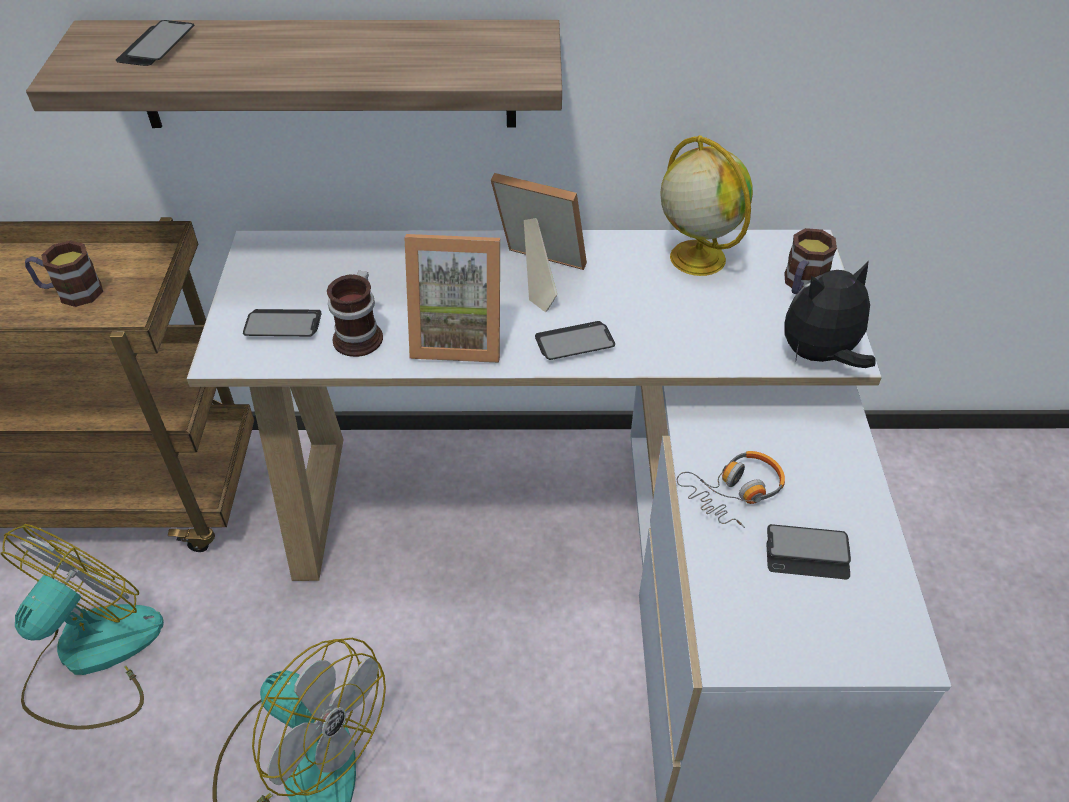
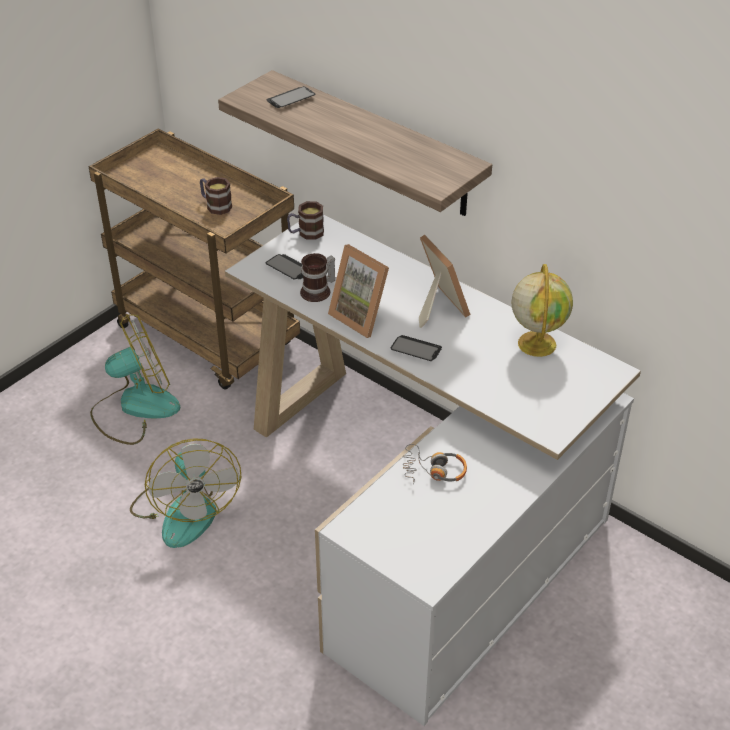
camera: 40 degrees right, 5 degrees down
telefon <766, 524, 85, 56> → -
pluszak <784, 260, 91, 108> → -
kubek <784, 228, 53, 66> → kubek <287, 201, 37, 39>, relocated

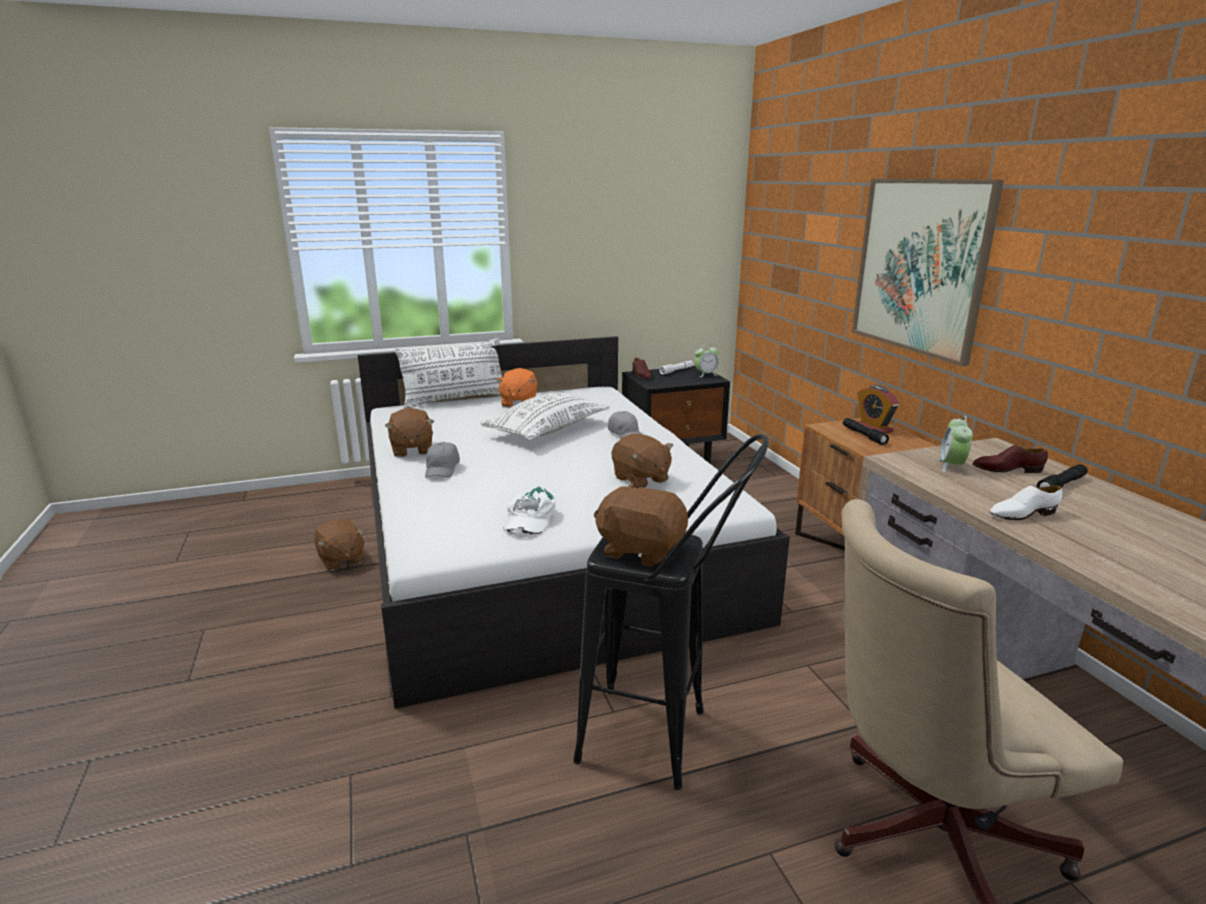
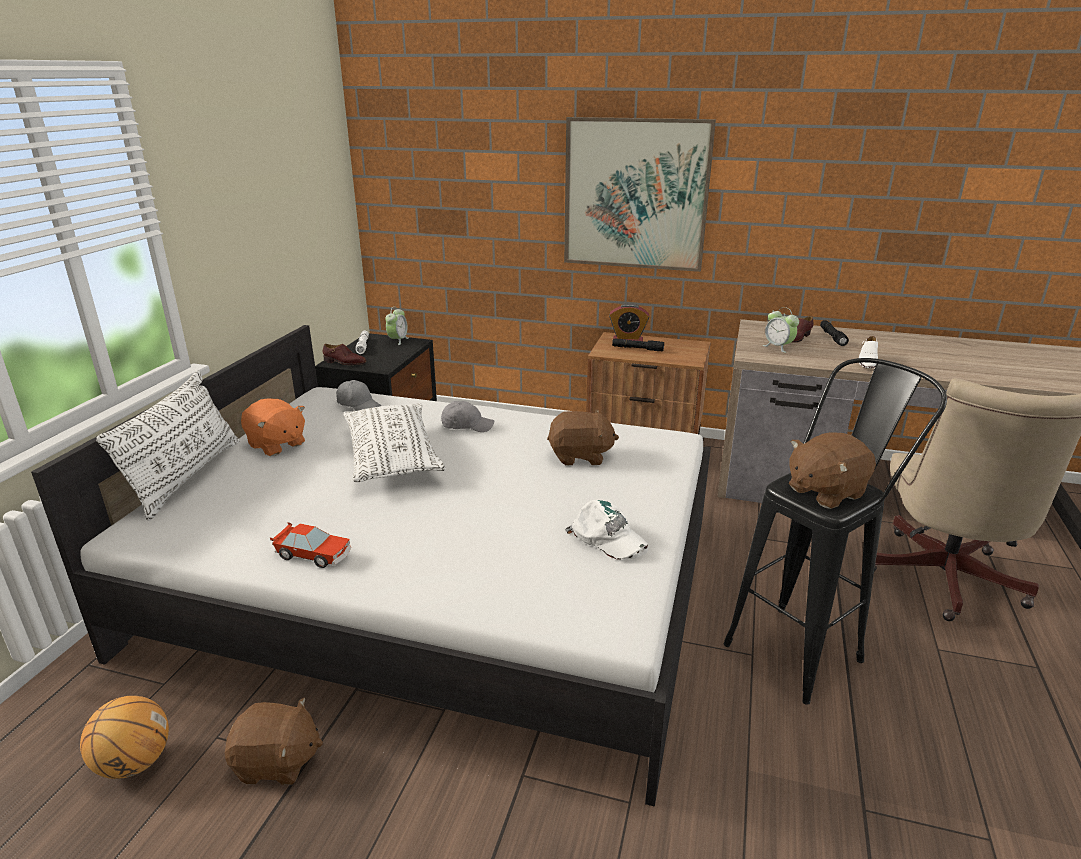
camera: 55 degrees left, 5 degrees up
- → piłka do koszykówki <80, 696, 89, 83>
czapka z daszkiem/szary <425, 442, 35, 36> → czapka z daszkiem/szary <336, 380, 46, 31>, relocated
pluszak/brązowy <385, 408, 50, 49> → samochodzik <270, 522, 81, 46>

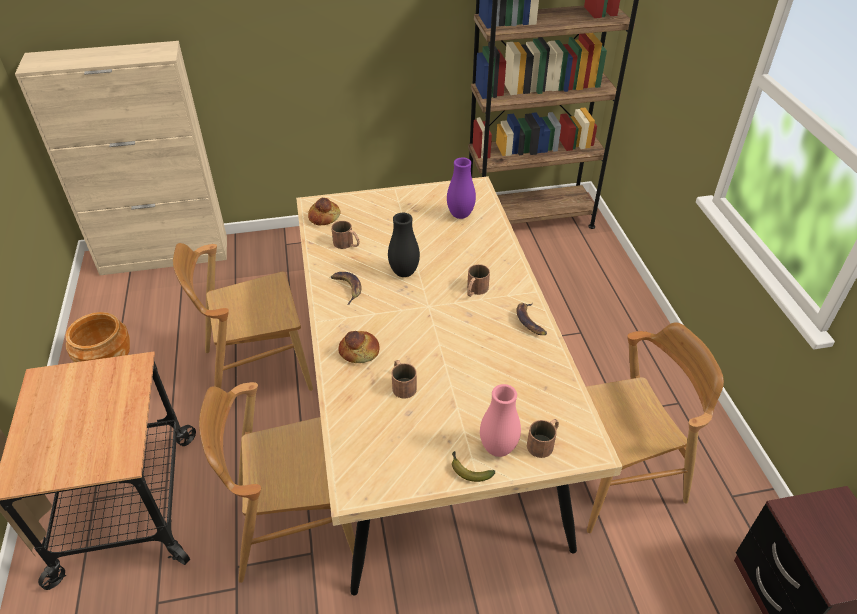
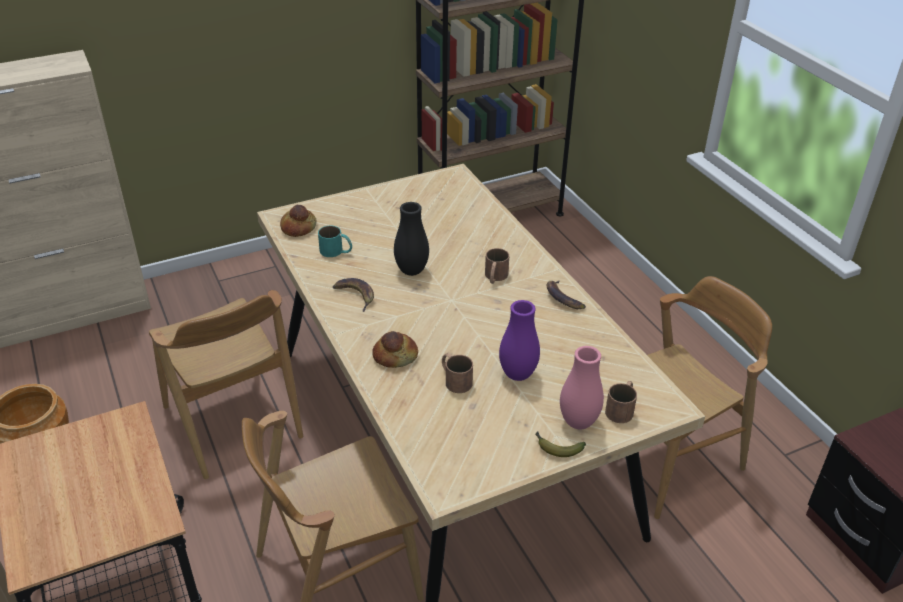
camera: 15 degrees left, 5 degrees down
wazon/fioletowy <447, 157, 29, 62> → wazon/fioletowy <499, 300, 41, 81>, relocated
kubek/brązowy <331, 221, 29, 28> → kubek/turkusowy <318, 226, 34, 31>
krzesło/brązowy <173, 243, 140, 148> → krzesło/brązowy <149, 290, 154, 189>, 90 degrees counterclockwise

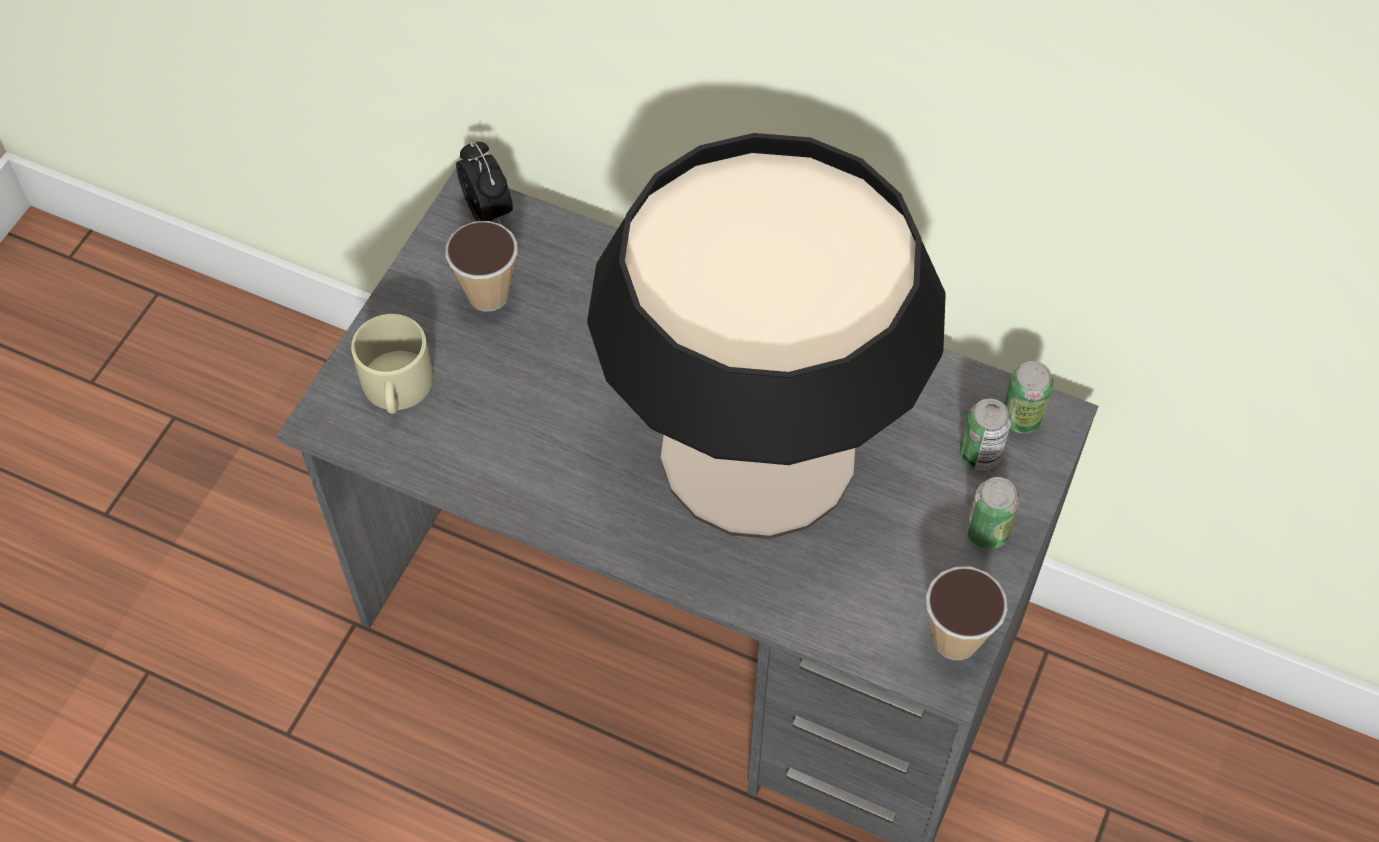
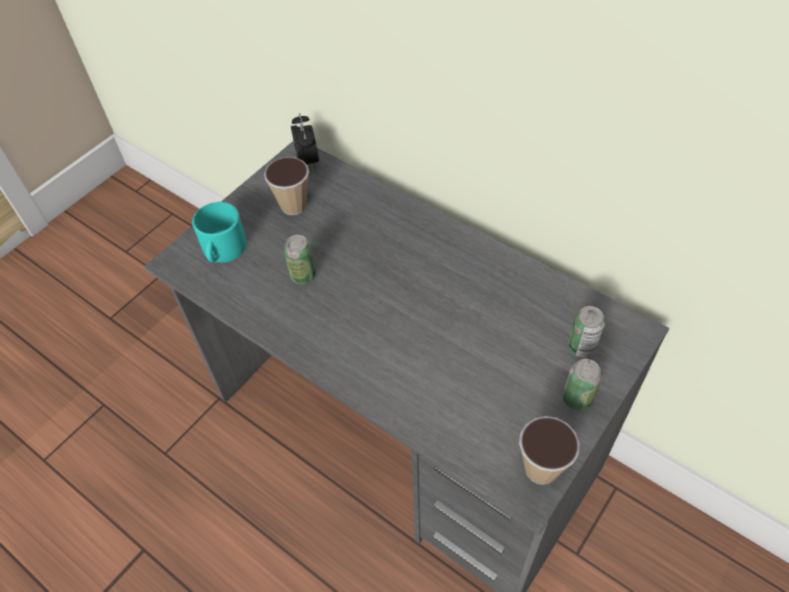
camera: 15 degrees right, 5 degrees down
lampa stołowa <587, 133, 359, 406> → -
puszka <1004, 361, 50, 72> → puszka <284, 235, 32, 49>, relocated
kubek/beżowy <351, 314, 82, 100> → kubek/turkusowy <192, 202, 55, 60>

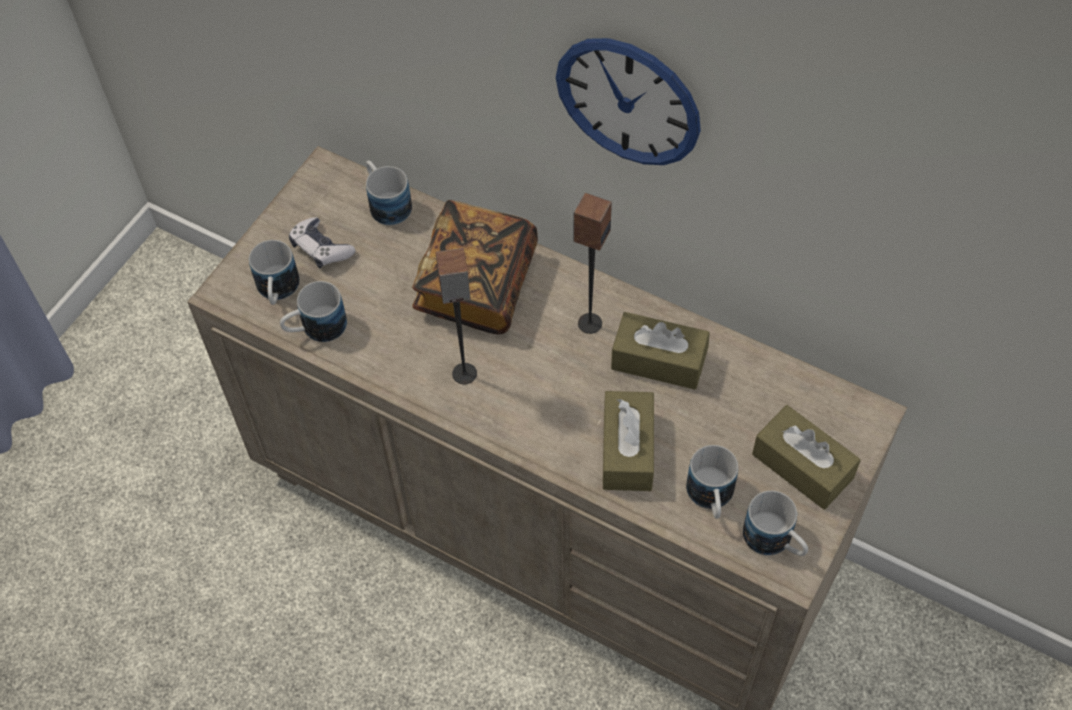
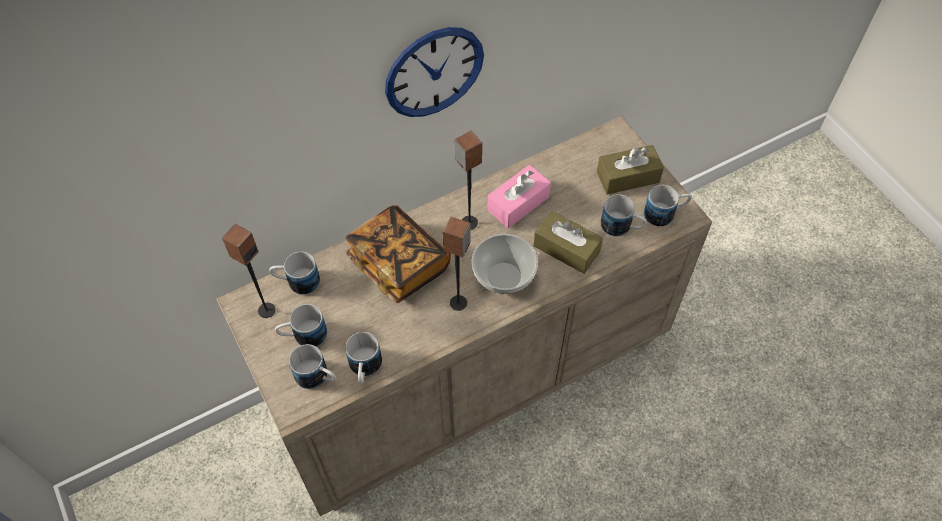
camera: 60 degrees left, 0 degrees up
- → głośnik <222, 224, 54, 94>
- → miska <472, 234, 66, 60>
pad do gier <289, 217, 67, 51> → kubek <275, 304, 52, 43>
pudełko chusteczek/brązowy <611, 312, 99, 78> → pudełko chusteczek/różowy <487, 165, 64, 64>

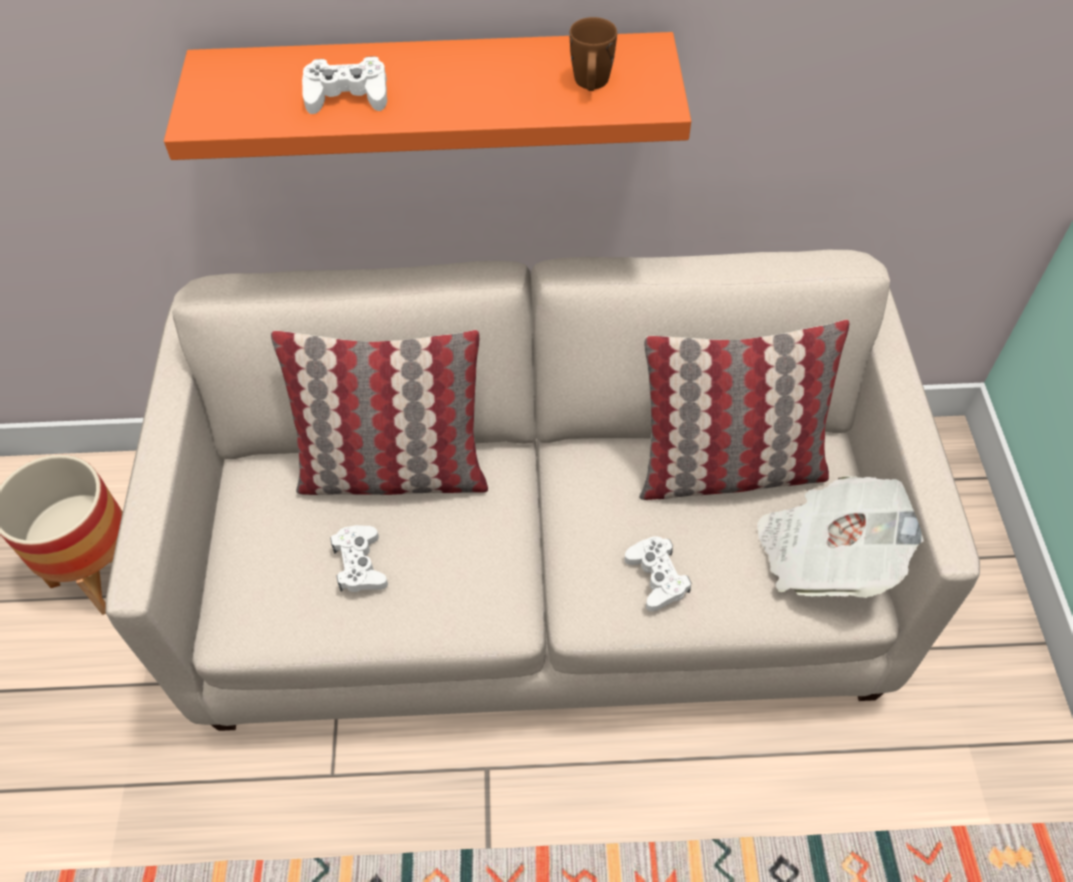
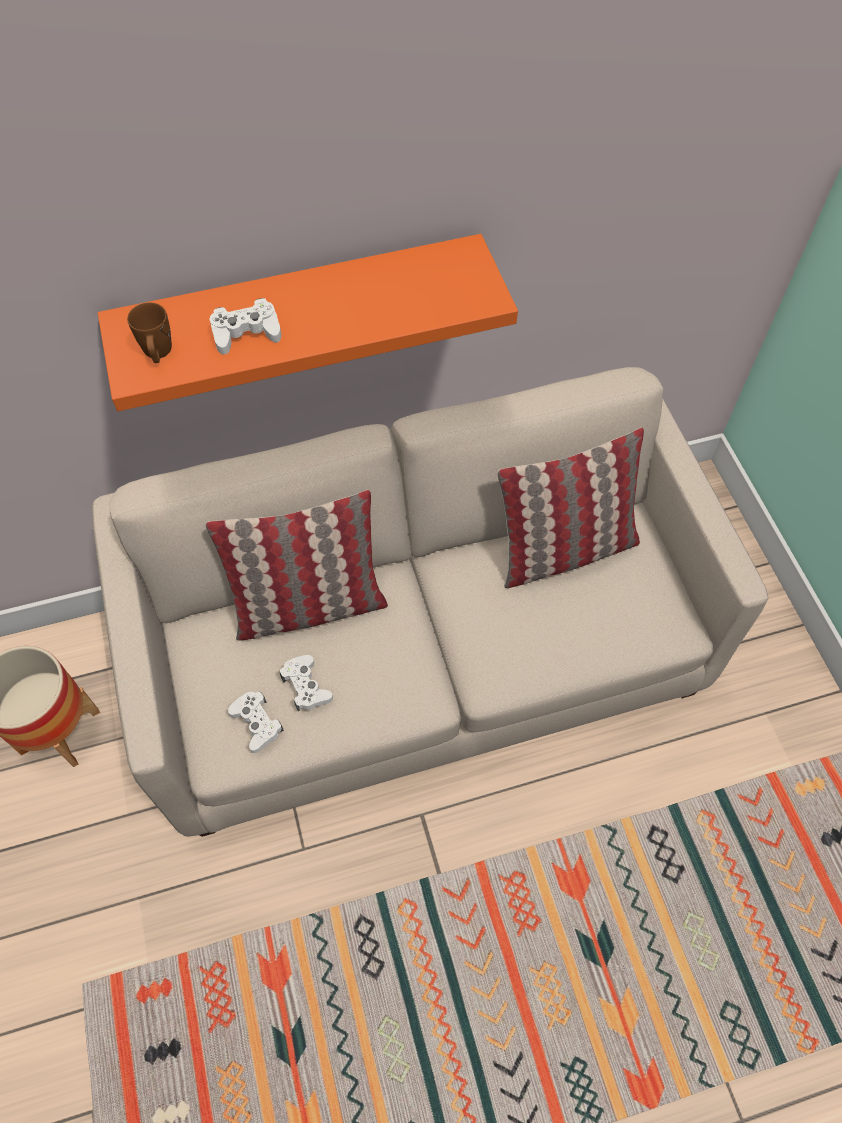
camera: 15 degrees left, 5 degrees up
gazeta <756, 476, 168, 122> → -
kubek/brązowy <569, 17, 48, 74> → kubek/brązowy <127, 302, 45, 61>, relocated
pad do gier/biały <624, 536, 67, 75> → pad do gier/biały <228, 692, 56, 61>, relocated

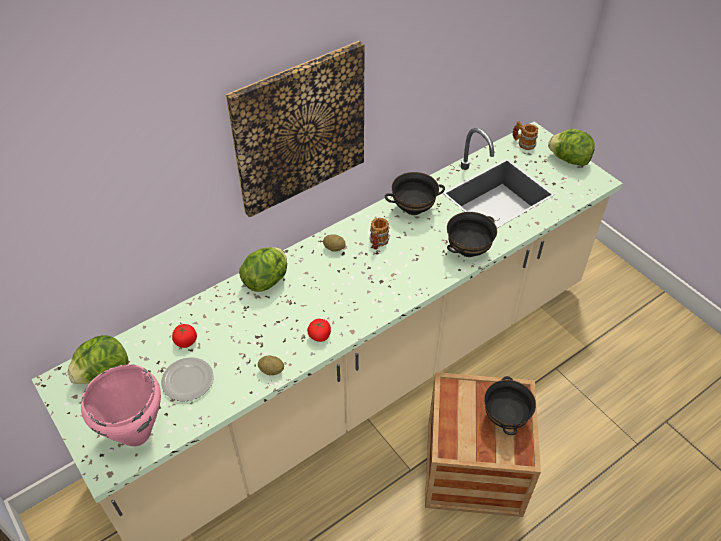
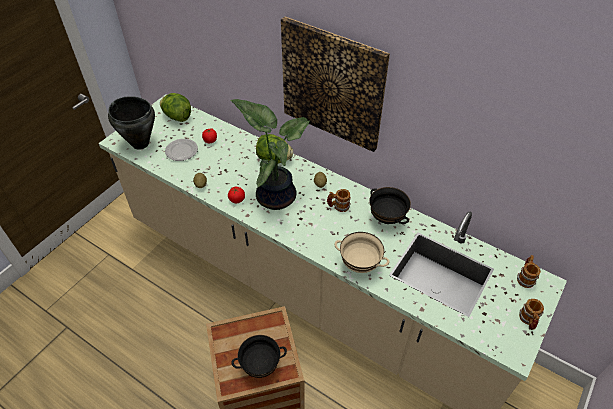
camera: 70 degrees right, 0 degrees up
- → roślina doniczkowa <231, 99, 79, 111>
sałata <548, 129, 47, 37> → kubek <519, 299, 25, 31>
garnek/różowy <81, 364, 80, 83> → garnek/czarny <108, 96, 47, 54>
miska/czarny <447, 212, 50, 45> → miska/beżowy <335, 232, 55, 41>

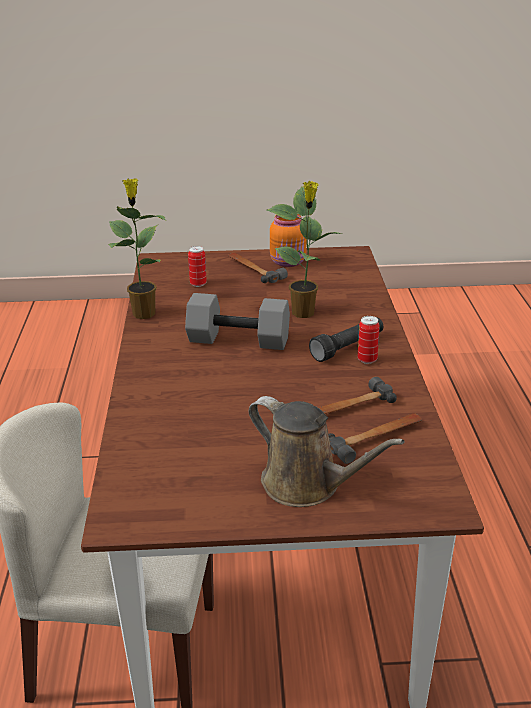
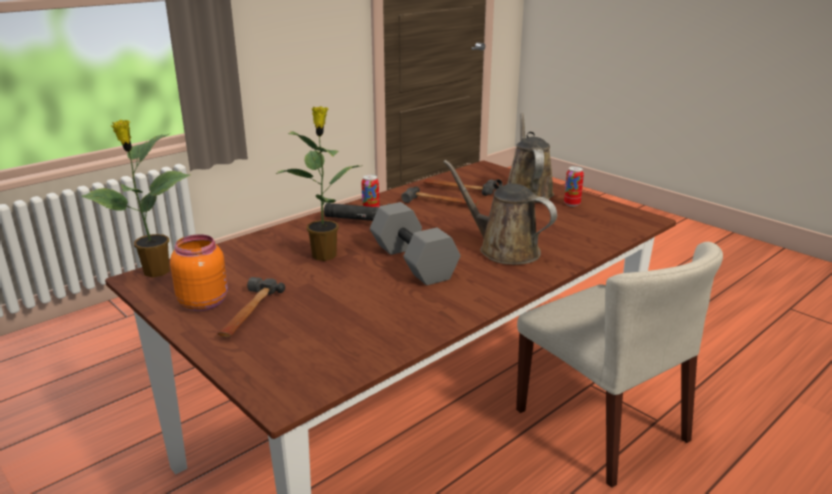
camera: 130 degrees left, 5 degrees down
- → konewka/brązowy <443, 160, 114, 105>
roślina doniczkowa <108, 178, 58, 141> → roślina doniczkowa <81, 120, 109, 157>, relocated
puszka <188, 246, 19, 41> → puszka <564, 166, 20, 41>, relocated

